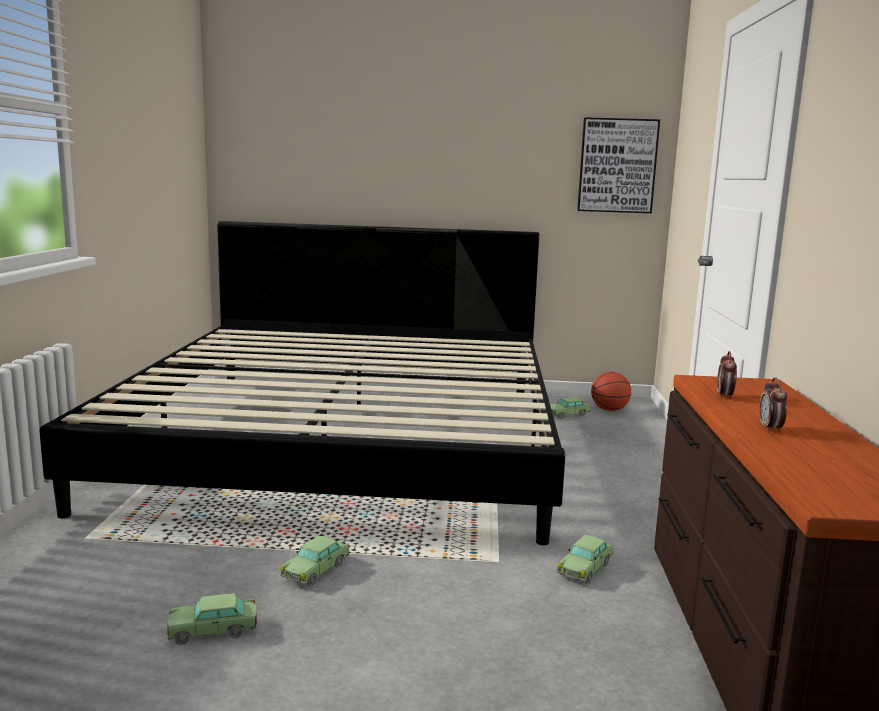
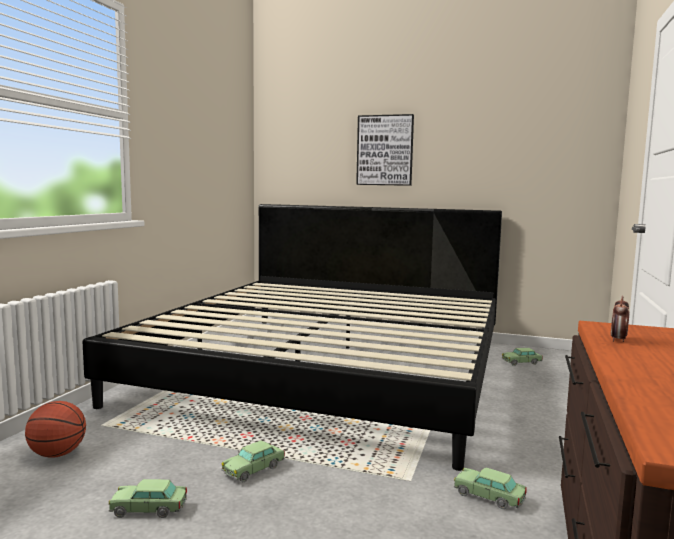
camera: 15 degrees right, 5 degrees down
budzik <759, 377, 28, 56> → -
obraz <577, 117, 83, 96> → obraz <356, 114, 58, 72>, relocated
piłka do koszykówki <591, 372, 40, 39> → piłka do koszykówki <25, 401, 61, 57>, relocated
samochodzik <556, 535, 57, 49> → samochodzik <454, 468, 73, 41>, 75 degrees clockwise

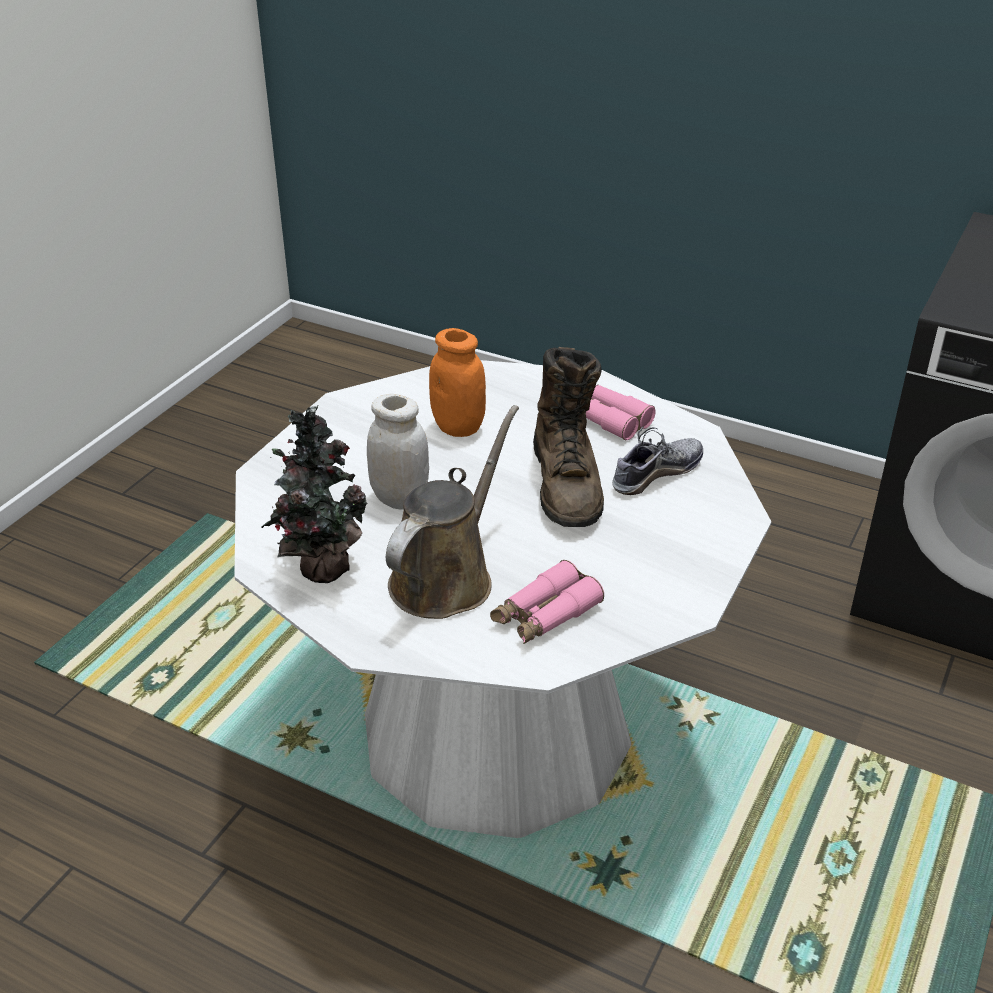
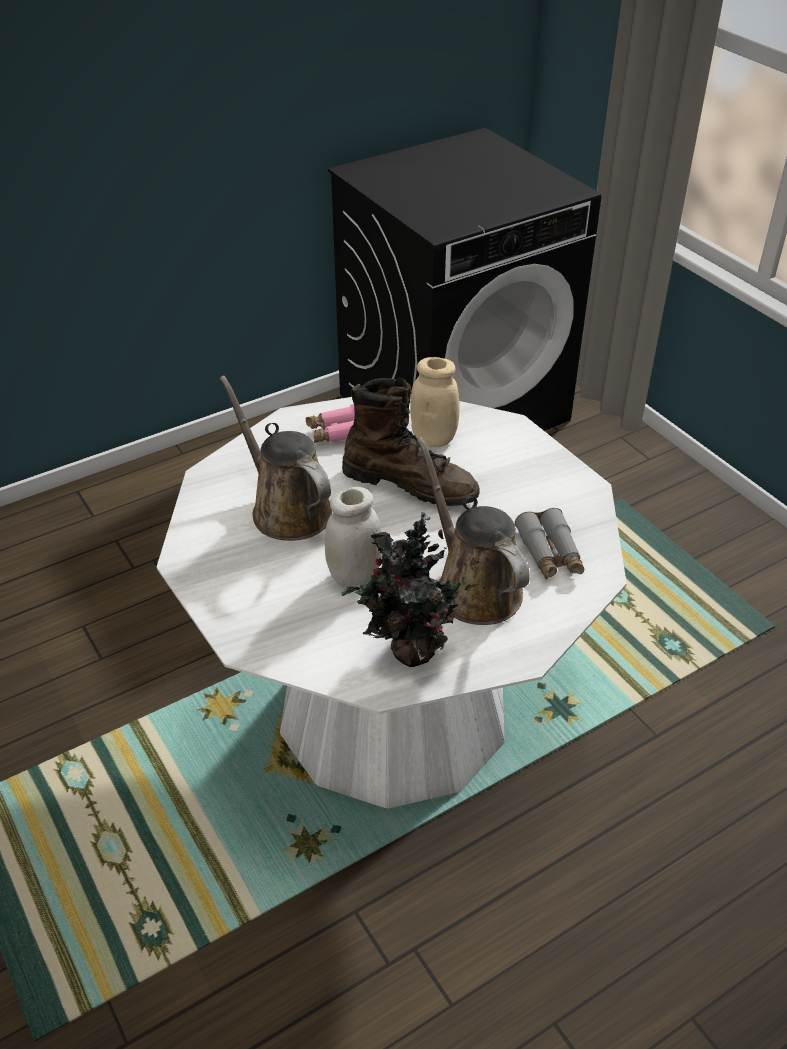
camera: 60 degrees left, 5 degrees up
słoik/pomarańczowy <429, 328, 57, 109> → konewka/brązowy <220, 375, 112, 166>
but <612, 426, 91, 69> → słoik/beżowy <410, 357, 50, 90>
lornetka/różowy <490, 560, 114, 84> → lornetka/szary <515, 508, 70, 72>

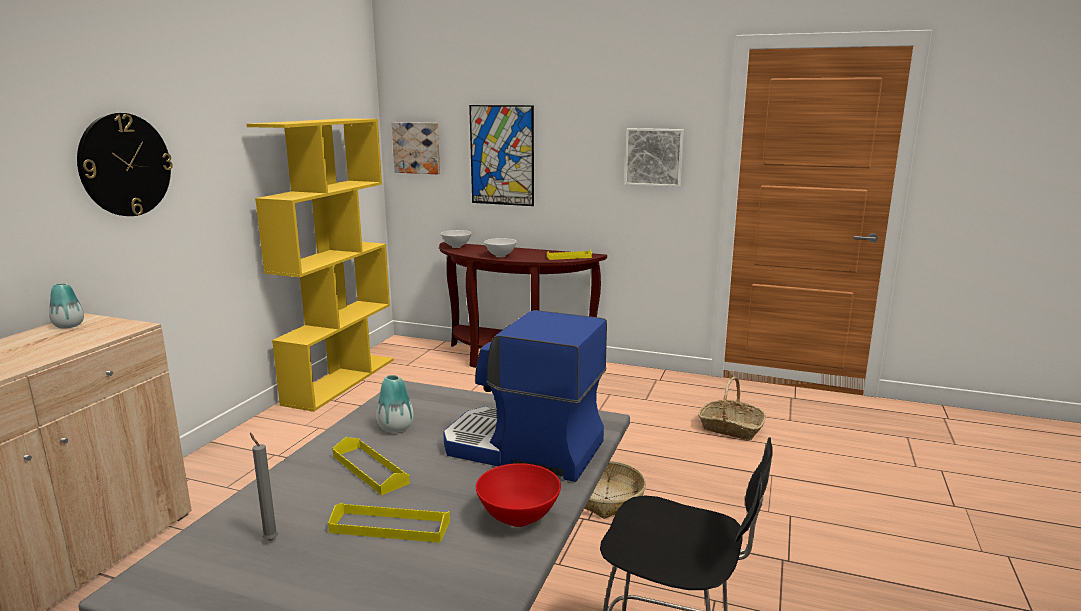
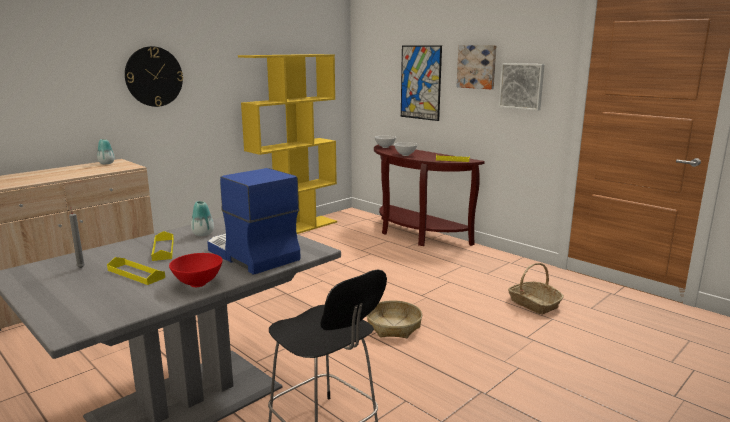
camera: 25 degrees right, 0 degrees up
obraz <392, 122, 48, 52> → obraz <457, 45, 39, 44>, relocated

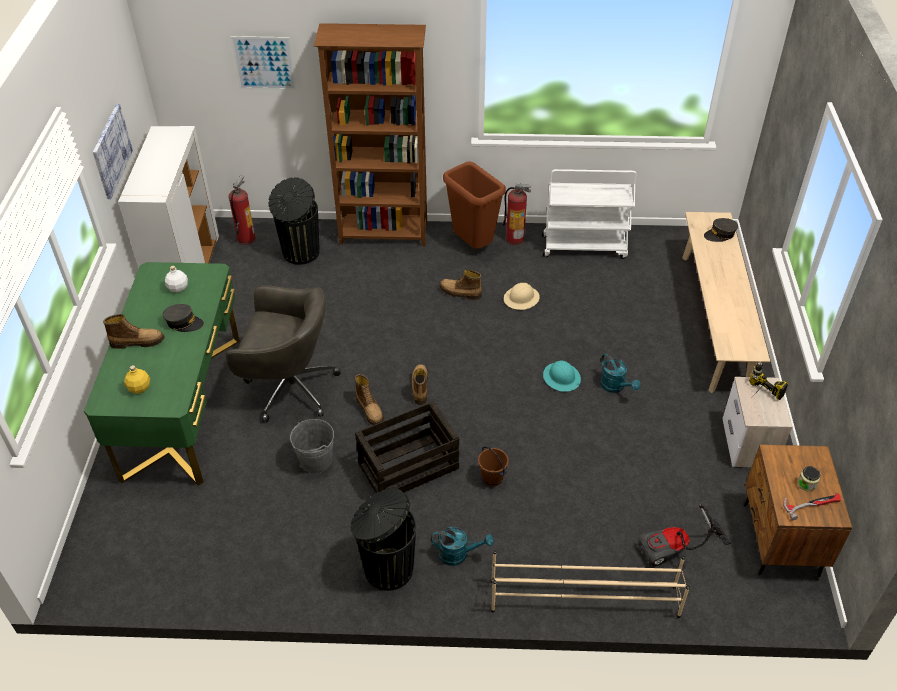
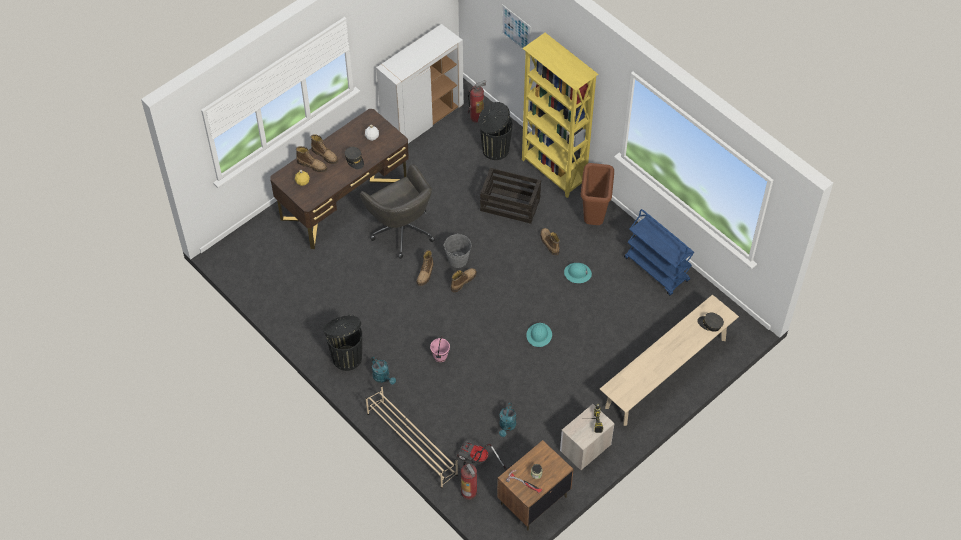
camera: 45 degrees right, 10 degrees up
obraz <93, 104, 40, 95> → -
- → but z cholewką <296, 146, 31, 26>
wiadro/szary <290, 419, 44, 55> → wiadro/szary <443, 233, 28, 35>, relocated
skrzynka <355, 401, 104, 92> → skrzynka <480, 168, 61, 56>, relocated
gaśnica <503, 184, 28, 62> → gaśnica <461, 461, 16, 39>, relocated
konewka/turkusowy <600, 353, 41, 40> → konewka/turkusowy <499, 402, 17, 35>, relocated
biurko/zielony <84, 262, 156, 224> → biurko/brązowy <270, 109, 139, 140>
regał/brązowy <314, 23, 113, 223> → regał/żółty <522, 33, 76, 165>
wiadro/brązowy <478, 447, 31, 39> → wiadro/różowy <430, 336, 20, 26>
kask/beżowy <504, 283, 36, 27> → kask/turkusowy <564, 263, 28, 20>
wózek/biały <542, 169, 95, 90> → wózek/niebieski <624, 209, 70, 87>

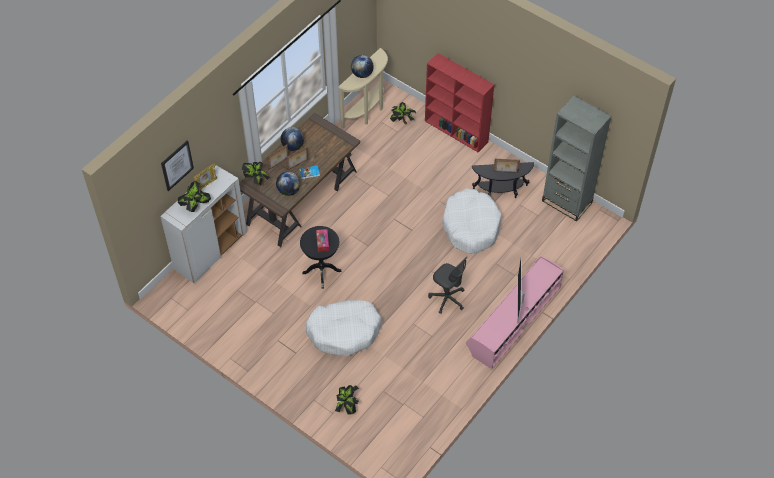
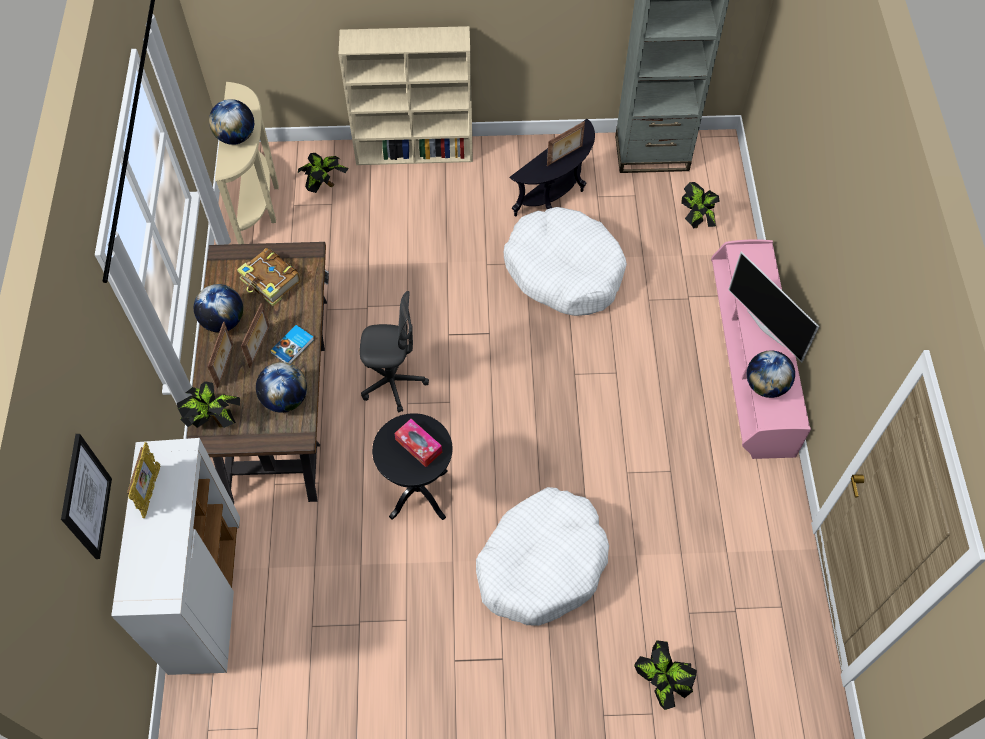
camera: 40 degrees left, 5 degrees up
- → książka <237, 248, 64, 58>
- → globus <747, 350, 48, 48>
roślina doniczkowa <178, 181, 33, 31> → roślina doniczkowa <681, 182, 39, 46>, relocated
krzesło biurowe/szary <428, 257, 39, 57> → krzesło biurowe/szary <360, 291, 69, 122>, relocated
regał/czerwony <425, 53, 69, 100> → regał/beżowy <339, 26, 134, 139>

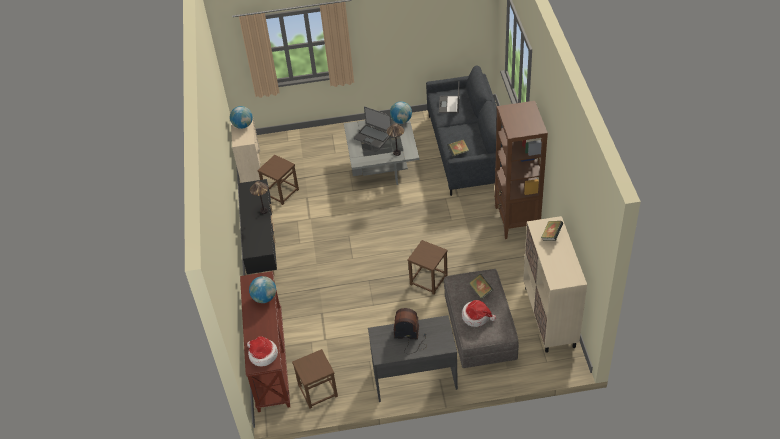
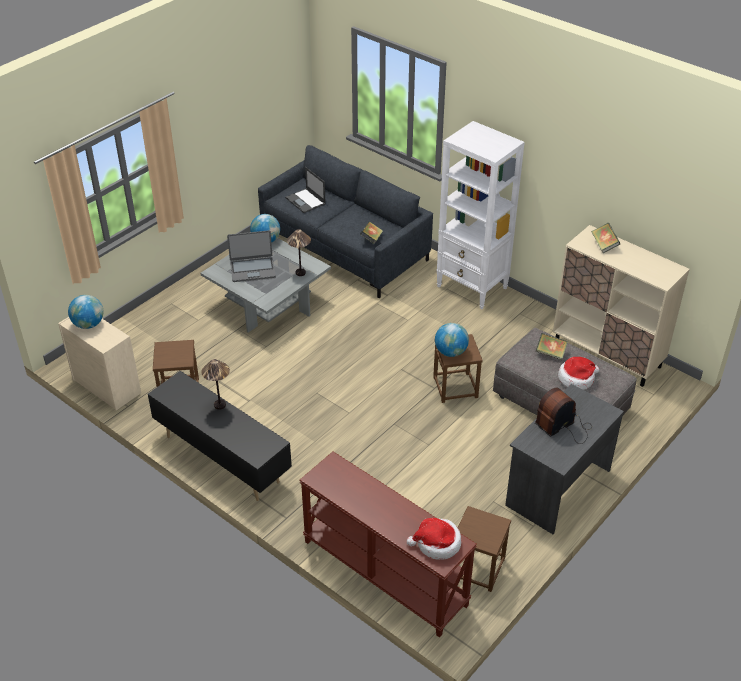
camera: 45 degrees left, 5 degrees down
globus <249, 276, 27, 27> → globus <435, 323, 34, 34>, relocated
regał/brązowy <494, 101, 54, 138> → regał/biały <436, 121, 89, 188>

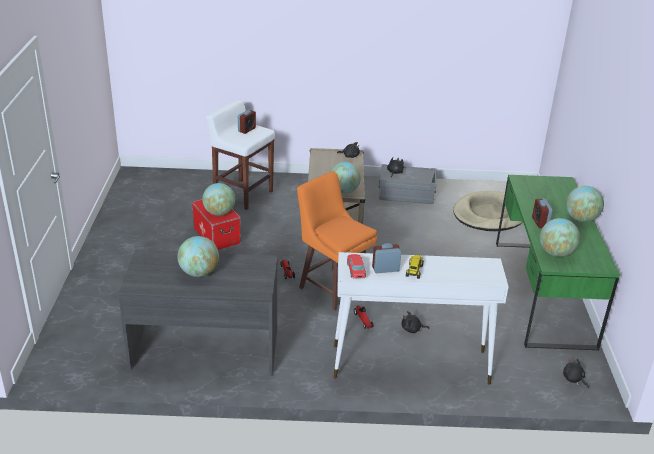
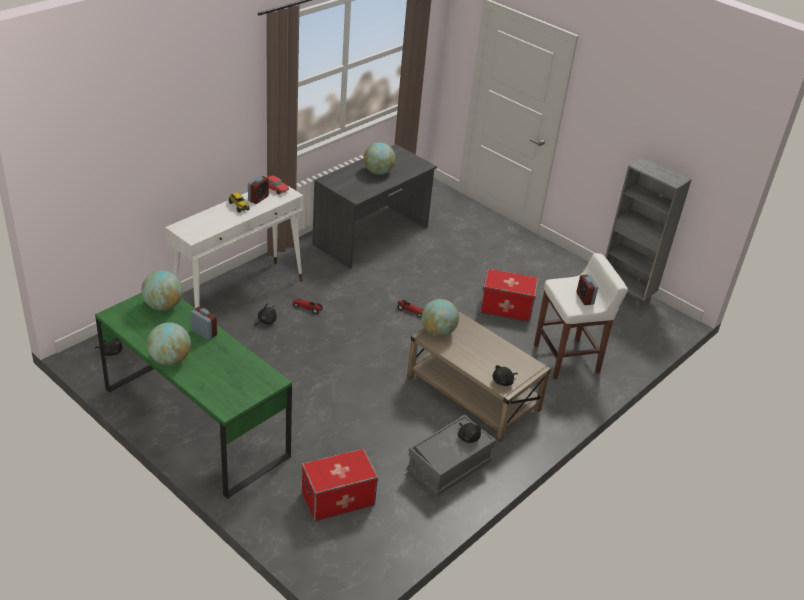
camera: 130 degrees right, 5 degrees up
globus <202, 183, 33, 33> → -
stołek/pomarańczowy <297, 171, 80, 139> → -
- → regał/szary <605, 157, 87, 154>
legowisko/beżowy <453, 191, 70, 40> → pojemnik do przechowywania <302, 448, 76, 73>

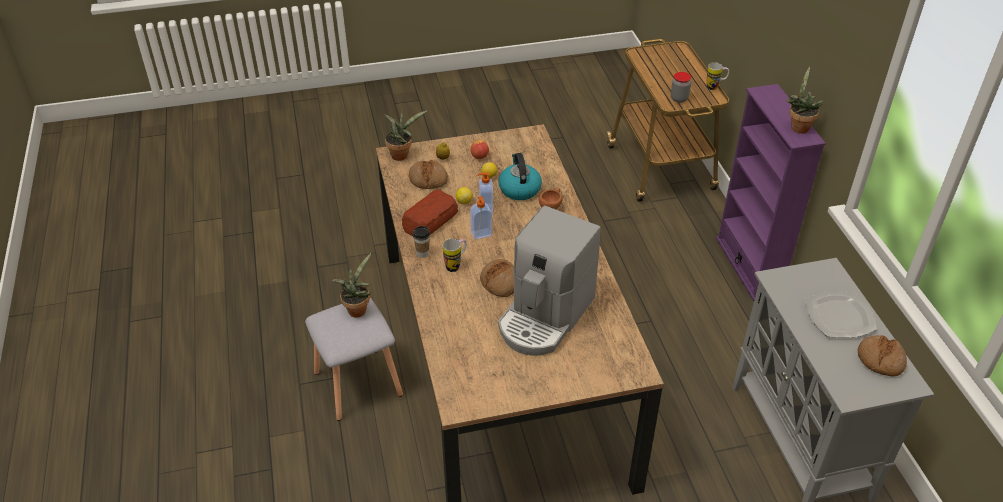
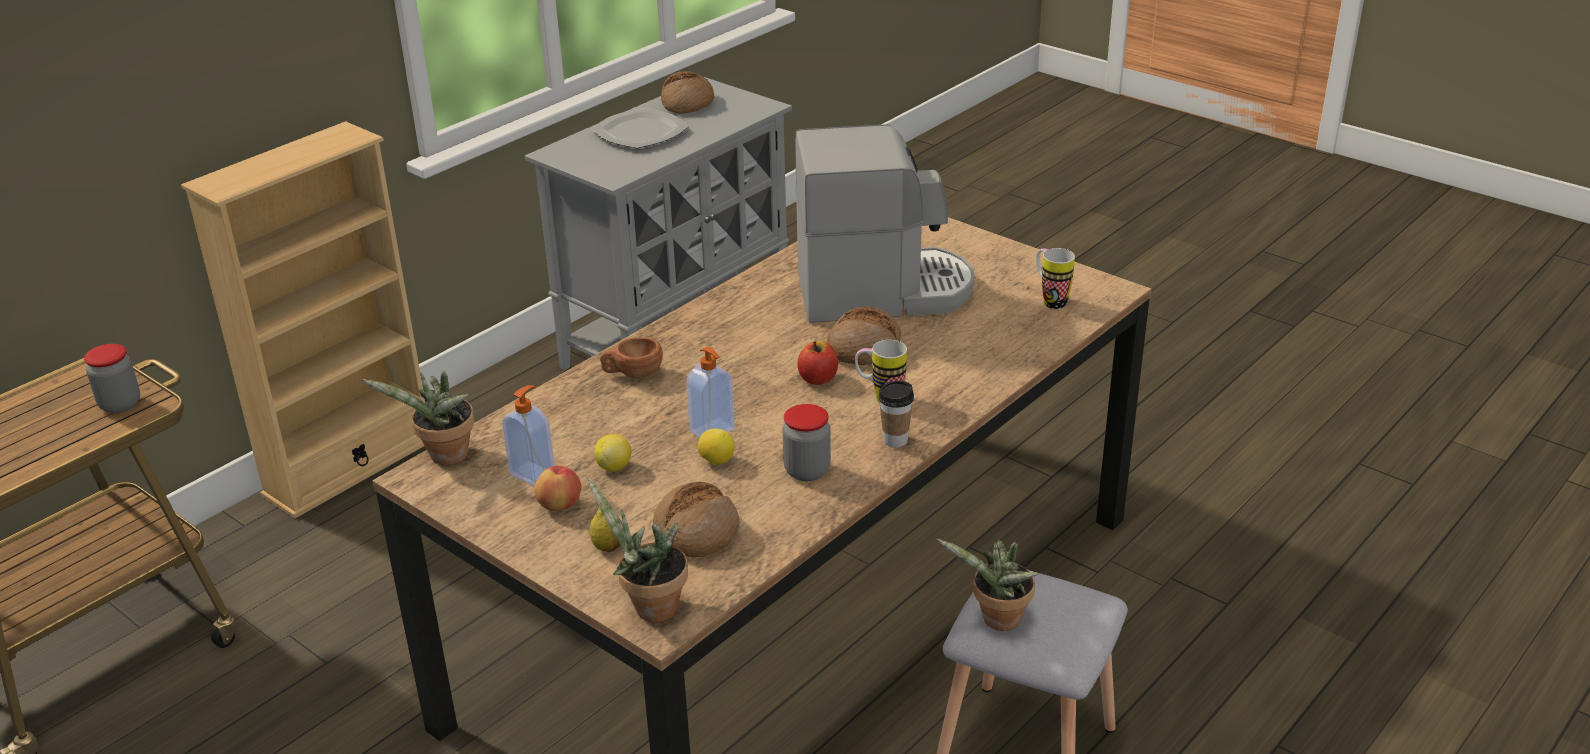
camera: 125 degrees left, 10 degrees down
czajnik <499, 153, 43, 47> → -
- → jabłko <797, 341, 41, 44>
dozownik mydła <470, 196, 22, 44> → dozownik mydła <502, 385, 53, 101>, relocated
kubek <707, 62, 22, 28> → kubek <1036, 248, 39, 61>, relocated
roślina doniczkowa <785, 67, 39, 66> → roślina doniczkowa <361, 371, 113, 94>, relocated
chleb <402, 190, 56, 46> → słoik <782, 404, 49, 77>
regał/fioletowy <716, 84, 110, 217> → regał/beżowy <181, 121, 244, 397>

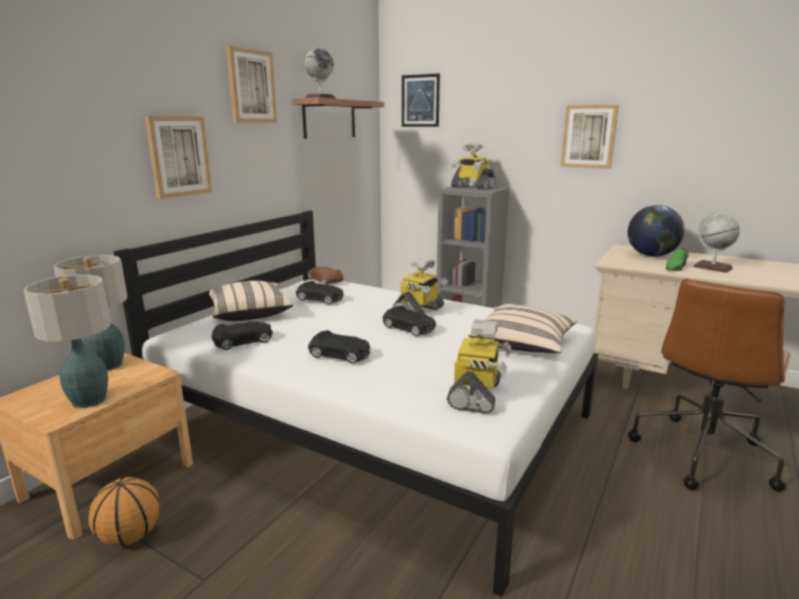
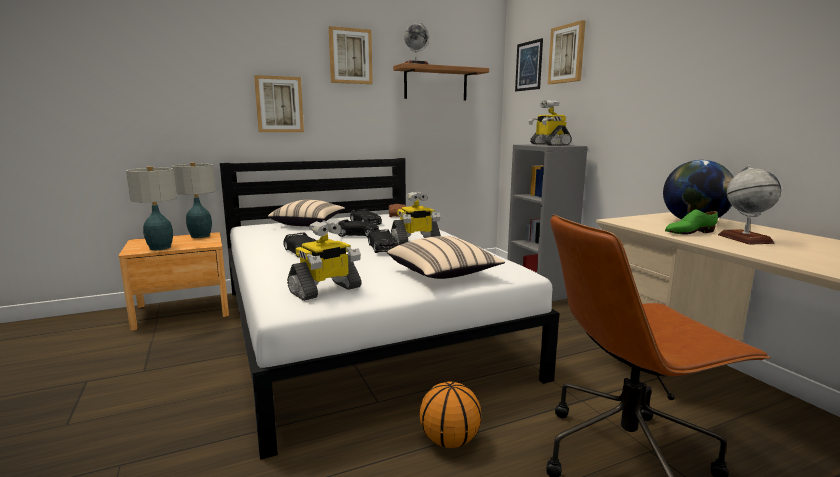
camera: 35 degrees right, 5 degrees down
piłka do koszykówki <89, 477, 71, 70> → piłka do koszykówki <419, 381, 62, 67>, relocated
samochodzik/czarny <212, 322, 61, 28> → samochodzik/czarny <337, 219, 42, 18>, relocated
obraz <560, 105, 59, 64> → obraz <548, 20, 37, 64>, relocated

